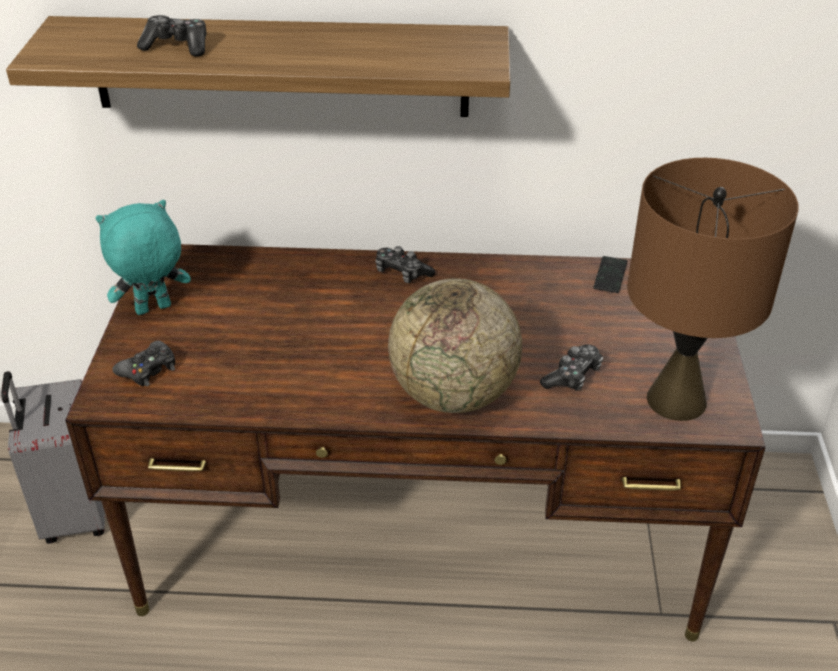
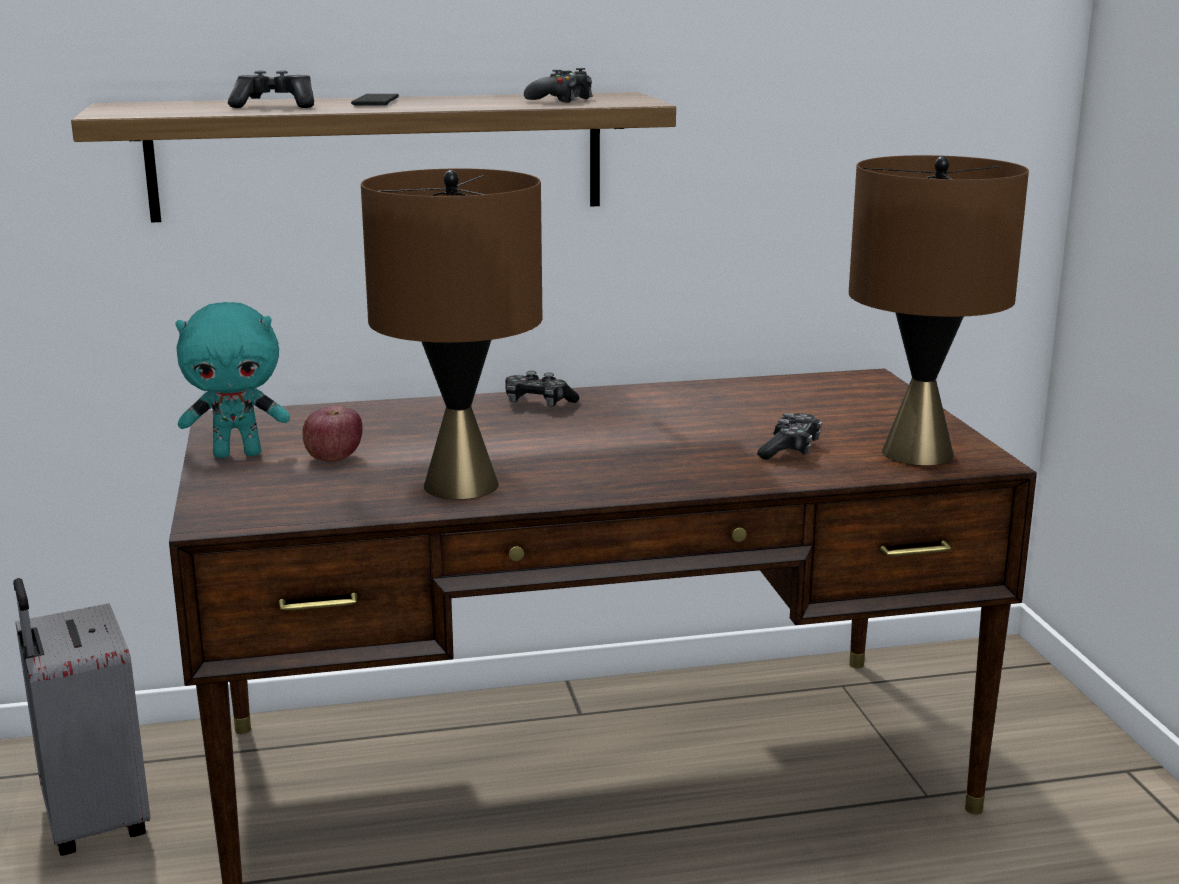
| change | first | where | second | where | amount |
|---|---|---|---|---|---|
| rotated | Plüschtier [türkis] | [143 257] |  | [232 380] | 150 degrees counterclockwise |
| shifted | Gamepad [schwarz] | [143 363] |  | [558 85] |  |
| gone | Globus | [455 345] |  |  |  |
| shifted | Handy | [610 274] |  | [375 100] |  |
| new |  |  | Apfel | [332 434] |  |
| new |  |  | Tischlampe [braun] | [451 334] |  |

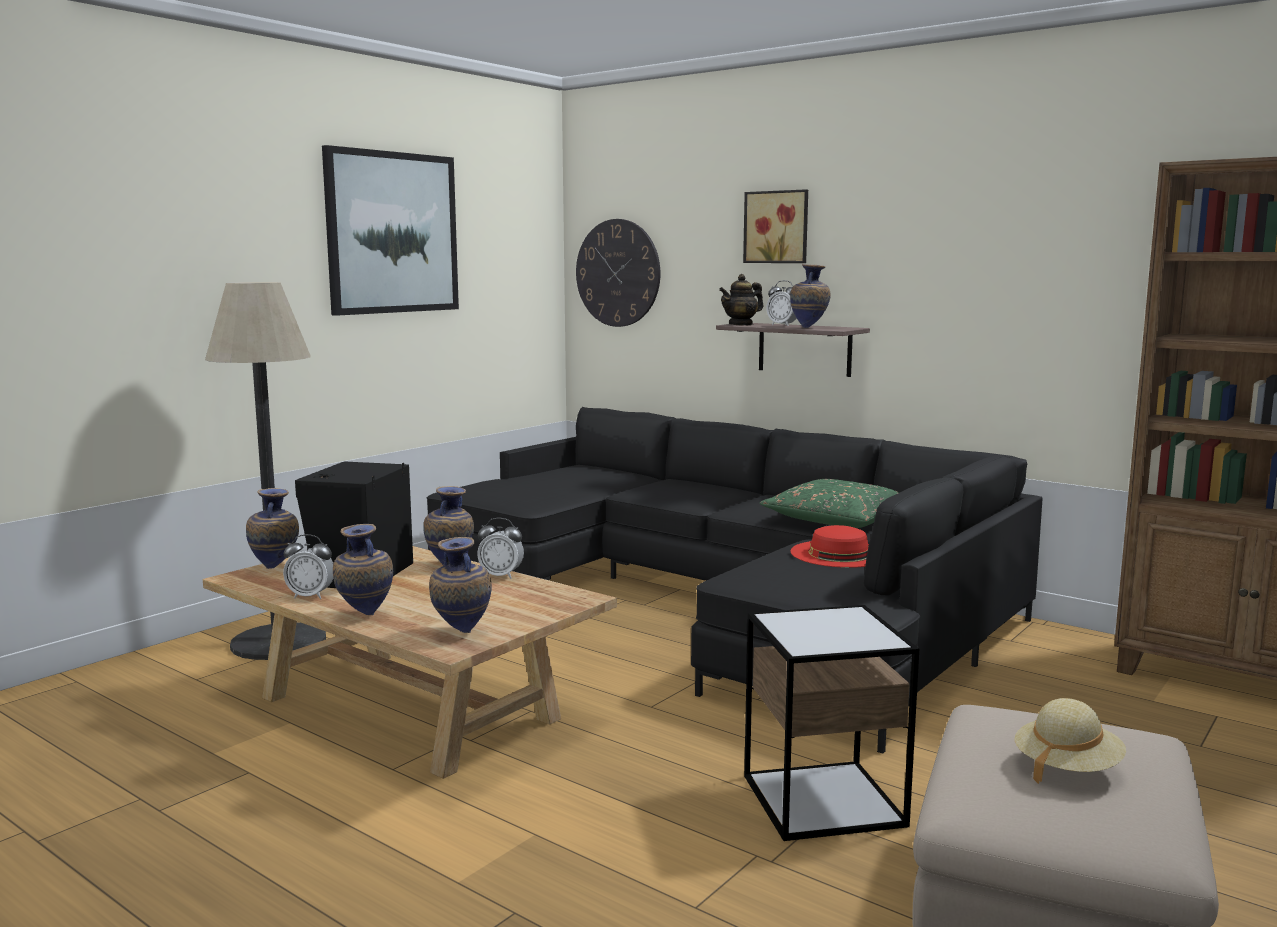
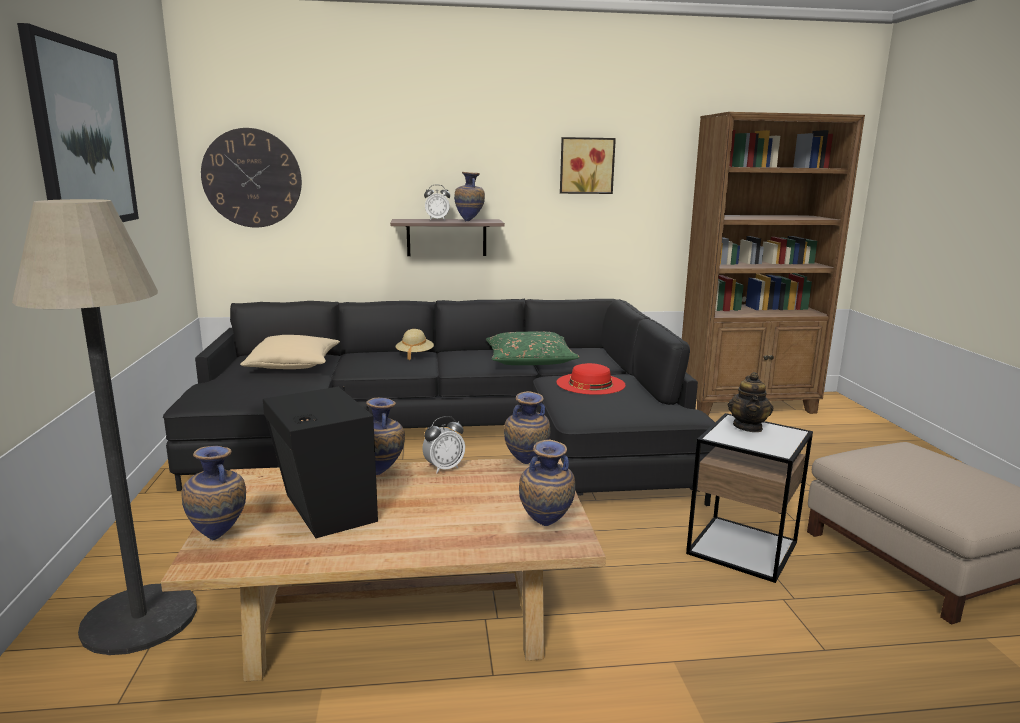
| change | first | where | second | where | amount |
|---|---|---|---|---|---|
| gone | Wecker | [308 566] |  |  |  |
| shifted | Vase | [363 569] |  | [527 427] |  |
| shifted | Teekanne | [741 299] |  | [750 402] |  |
| shifted | Bild | [775 226] |  | [588 165] |  |
| shifted | Hut [beige] | [1070 741] |  | [415 344] |  |
| new |  |  | Kissen [beige] | [290 352] |  |

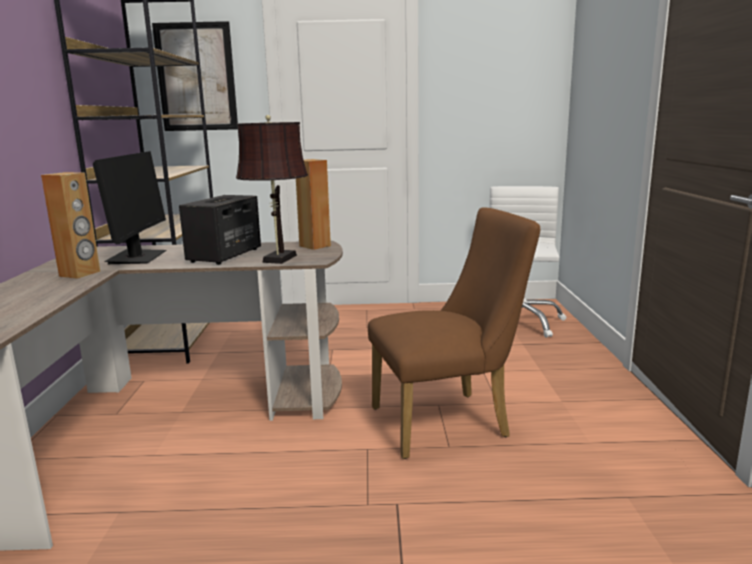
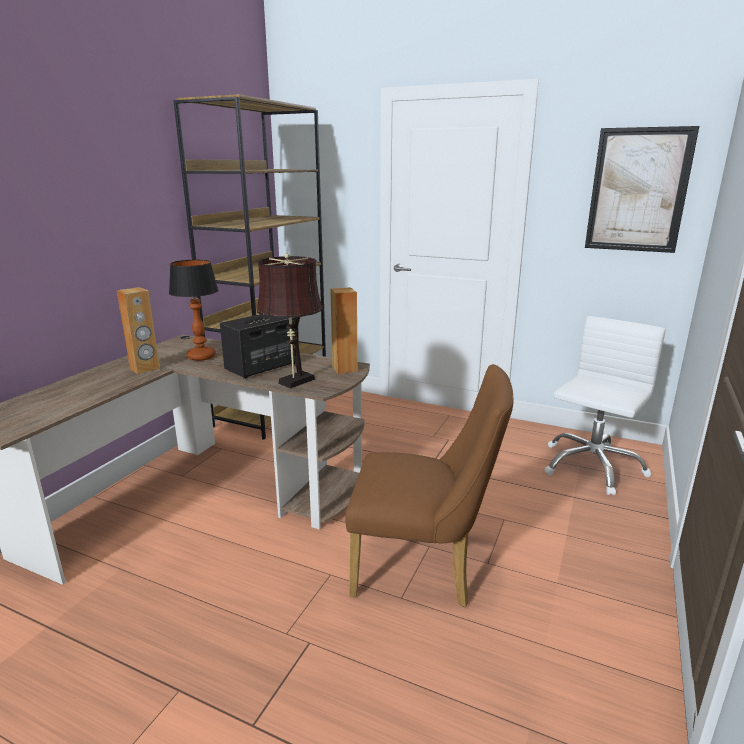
| change | first | where | second | where | amount |
|---|---|---|---|---|---|
| swapped | Monitor | [130 207] | Tischlampe | [193 310] |  |
| shifted | Bild | [195 76] |  | [642 189] |  |

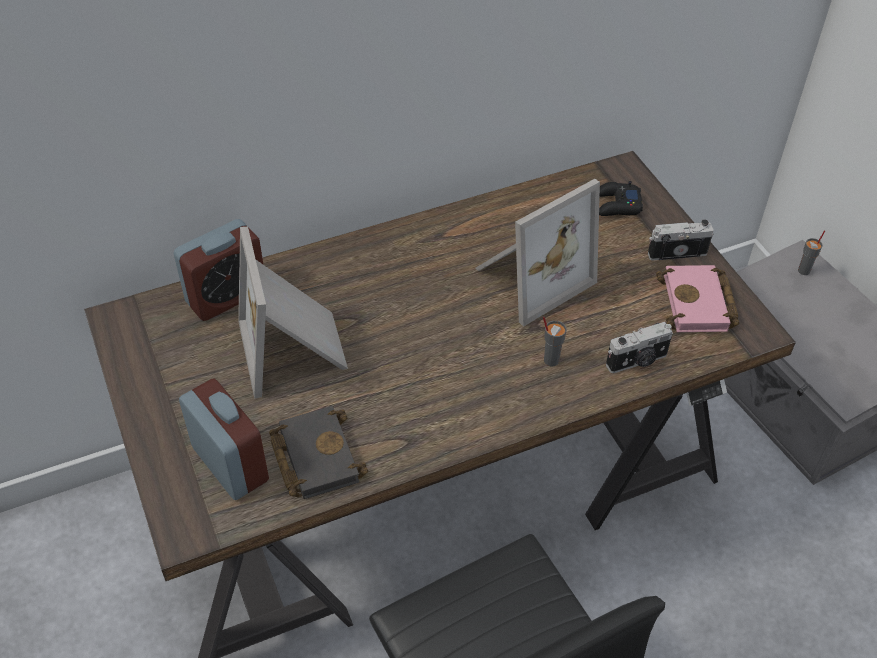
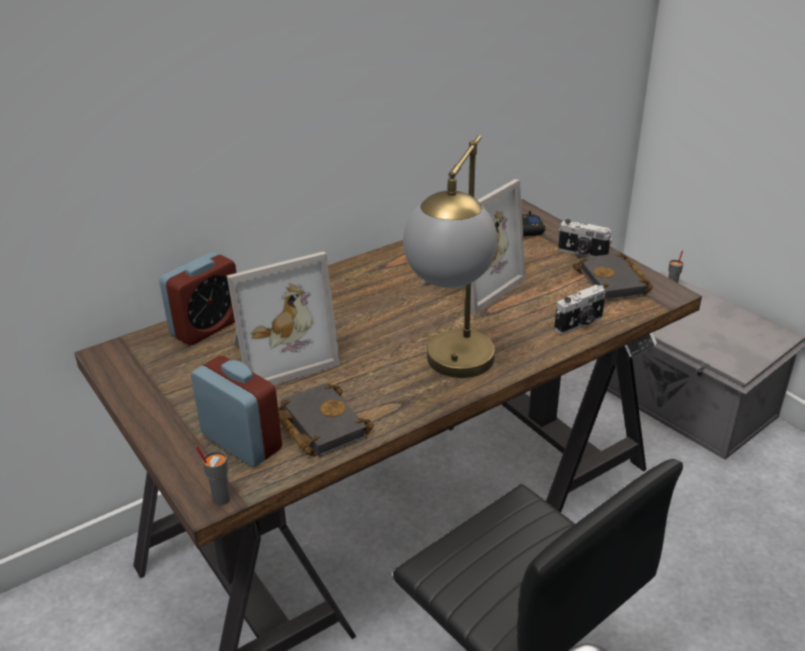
| change | first | where | second | where | amount |
|---|---|---|---|---|---|
| rotated | Bilderrahmen | [293 312] |  | [283 318] | 90 degrees counterclockwise |
| shifted | Tasse [grau] | [555 341] |  | [213 476] |  |
| rotated | Kamera | [681 239] |  | [585 238] | 135 degrees counterclockwise |
| repainted | Buch [rosa] | [697 298] | Buch [schwarz] | [613 277] |  |
| new |  |  | Tischlampe | [450 256] |  |

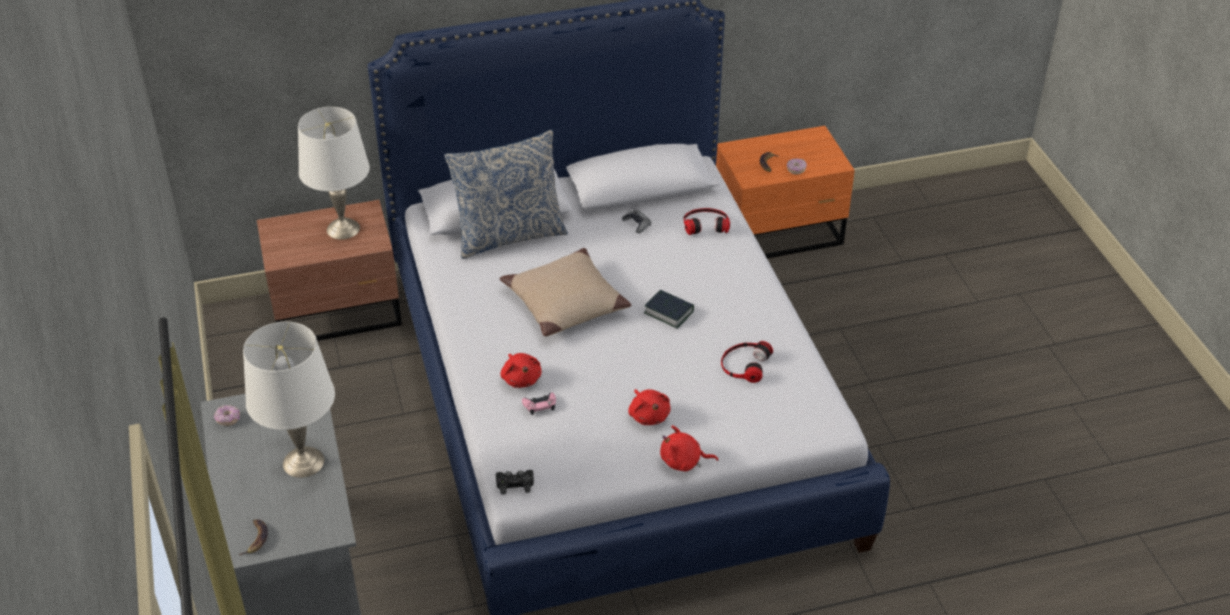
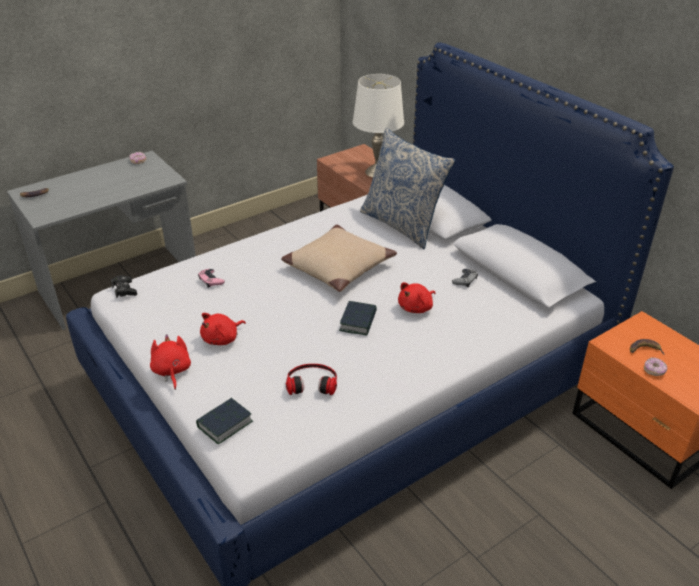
| change | first | where | second | where | amount |
|---|---|---|---|---|---|
| gone | Tischlampe [weiß] | [289 400] |  |  |  |
| shifted | Plüschtier [rot] | [521 370] |  | [416 297] |  |
| gone | Kopfhörer | [707 221] |  |  |  |
| new |  |  | Buch | [224 421] |  |

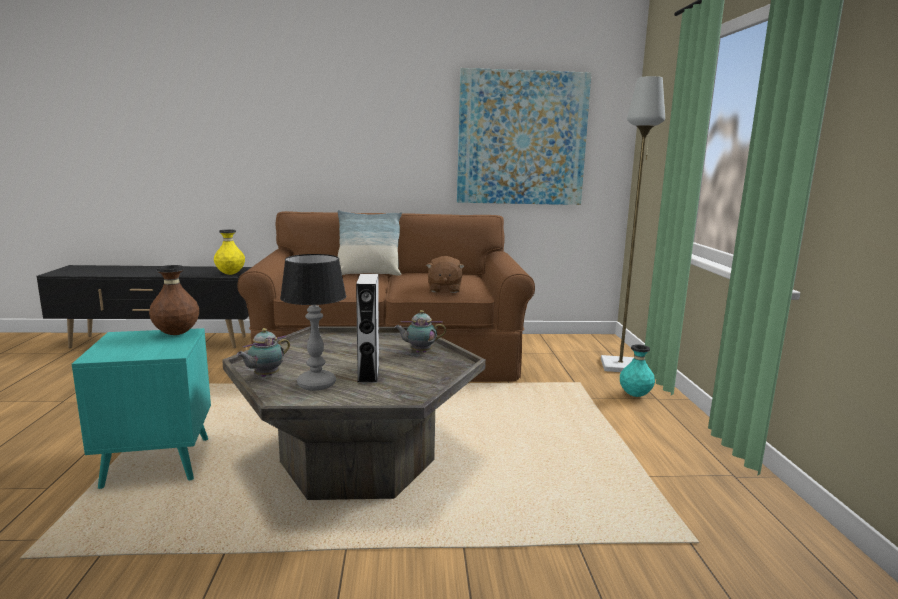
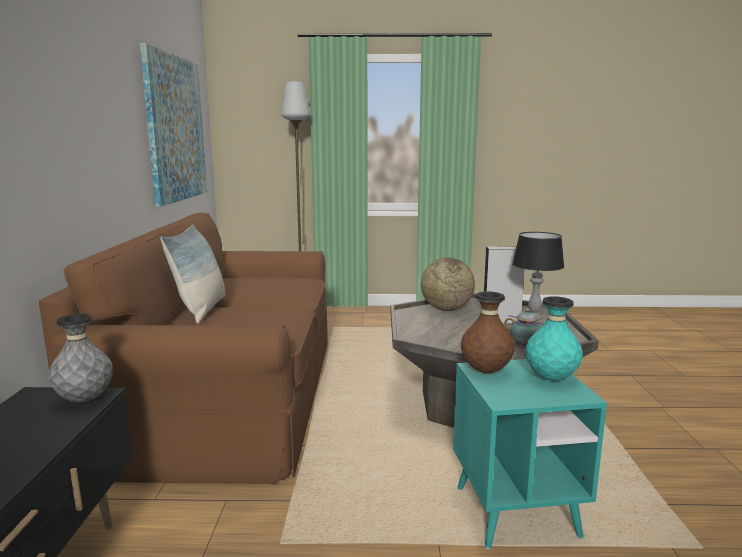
| change | first | where | second | where | amount |
|---|---|---|---|---|---|
| repainted | Vase [gelb] | [229 252] | Vase [grau] | [80 358] |  |
| swapped | Teekanne | [420 331] | Globus | [448 284] |  |
| gone | Plüschtier [braun] | [445 274] |  |  |  |
| shifted | Vase [türkis] | [637 370] |  | [554 338] |  |

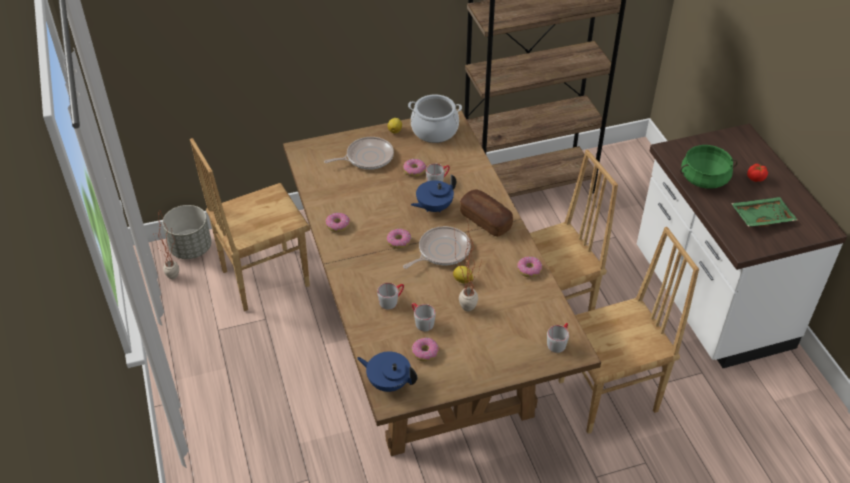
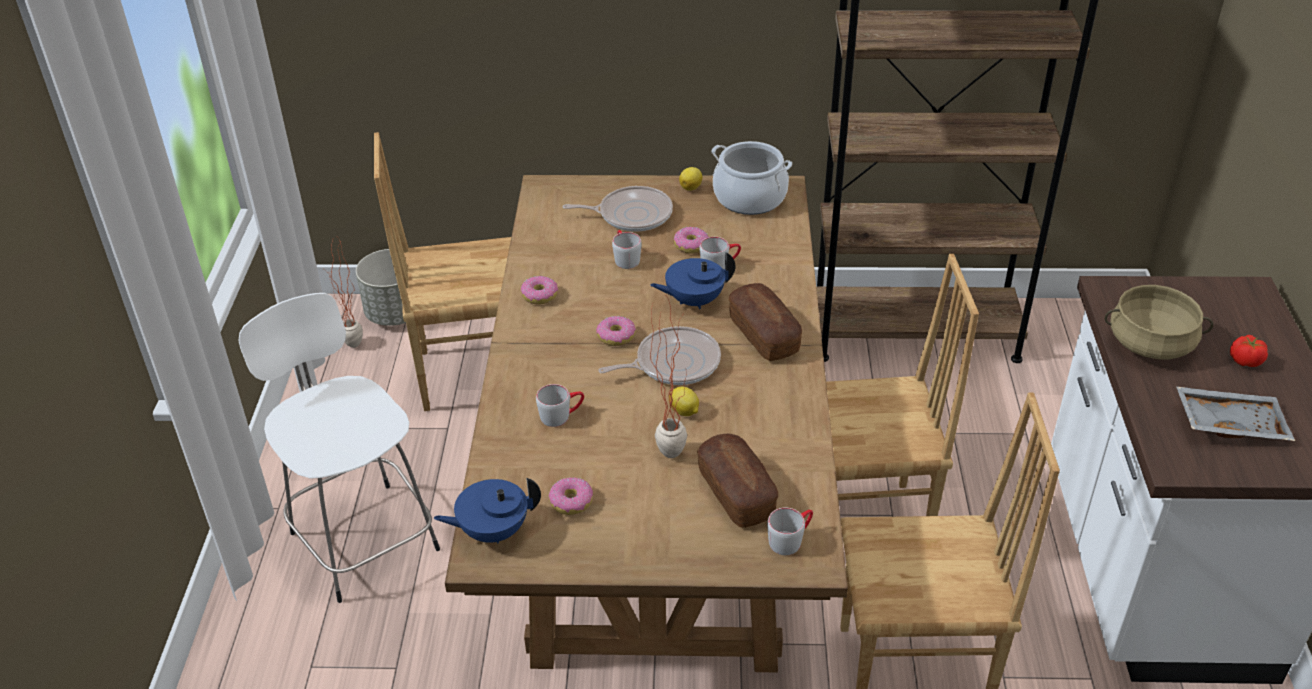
| change | first | where | second | where | amount |
|---|---|---|---|---|---|
| rotated | Teekanne [blau] | [387 372] |  | [487 511] | 60 degrees counterclockwise |
| shifted | Henkelbecher [grau] | [424 317] |  | [627 249] |  |
| gone | Donut | [529 266] |  |  |  |
| repainted | Kochtopf [grün] | [709 167] | Kochtopf [beige] | [1159 322] |  |
| repainted | Tablett [grün] | [764 212] | Tablett [grau] | [1235 413] |  |
| new |  |  | Hocker [weiß] | [339 448] |  |
| new |  |  | Brot | [737 481] |  |

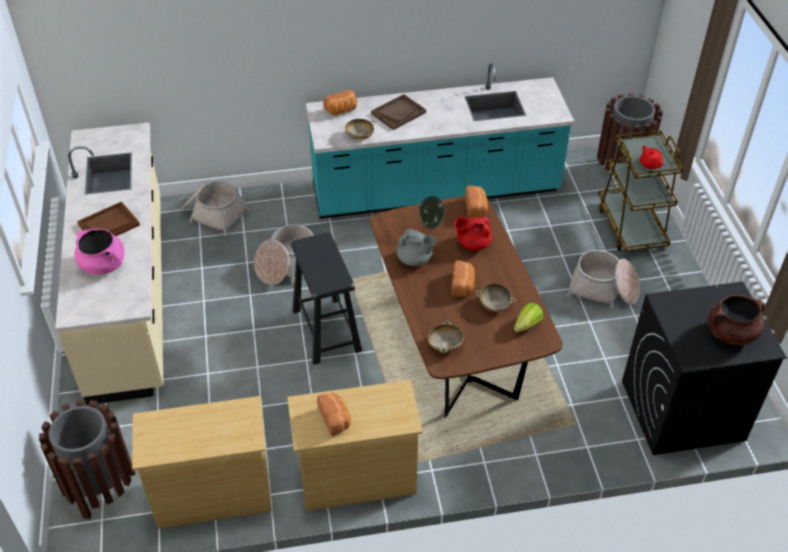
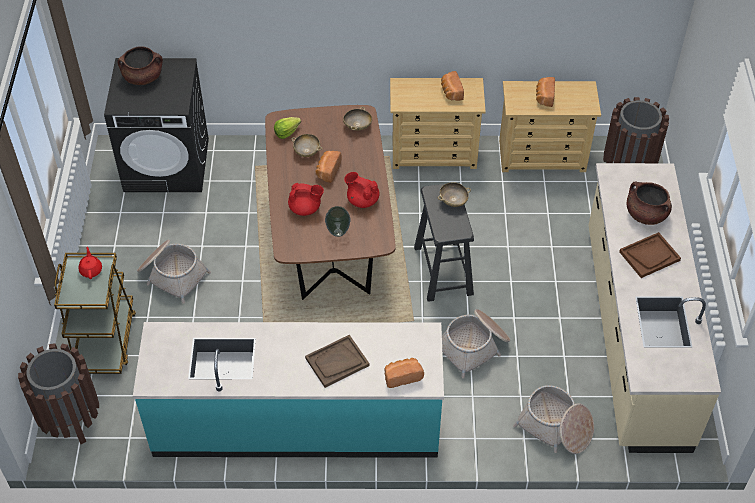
| change | first | where | second | where | amount |
|---|---|---|---|---|---|
| repainted | Kochtopf [rosa] | [99 251] | Kochtopf [braun] | [649 203] |  |
| shifted | Schüssel [beige] | [359 129] |  | [454 194] |  |
| repainted | Teekanne [grau] | [416 247] | Teekanne [rot] | [361 190] |  |
| shifted | Brot | [476 202] |  | [545 92] |  |

